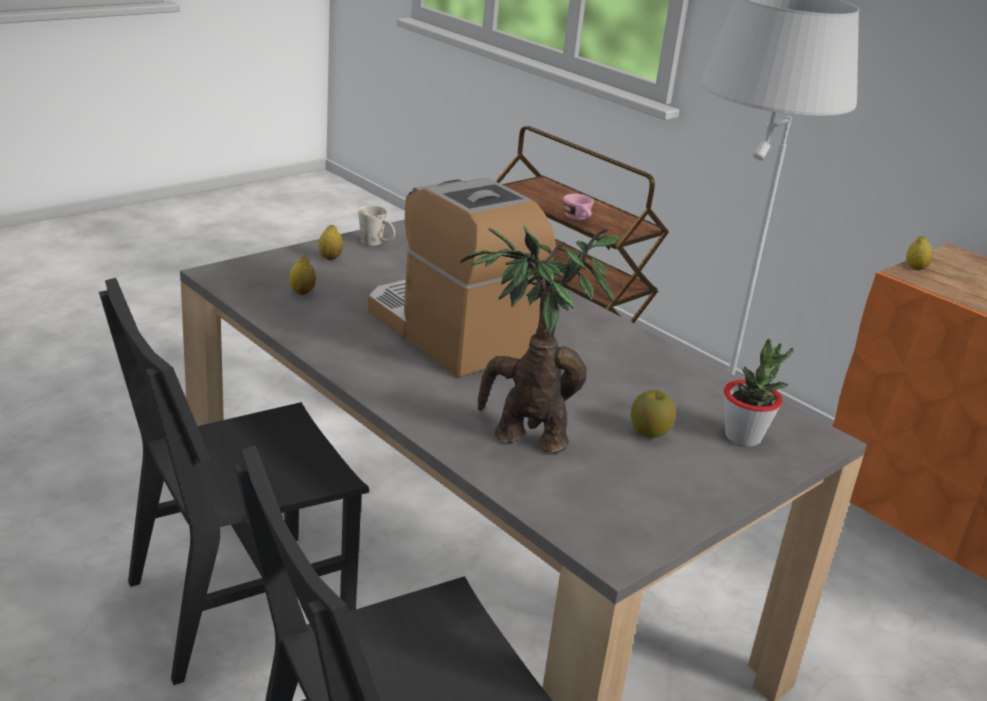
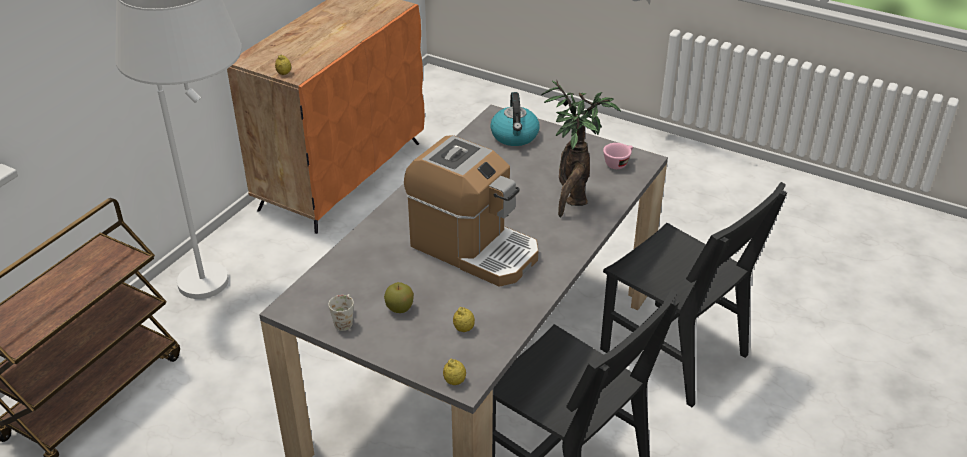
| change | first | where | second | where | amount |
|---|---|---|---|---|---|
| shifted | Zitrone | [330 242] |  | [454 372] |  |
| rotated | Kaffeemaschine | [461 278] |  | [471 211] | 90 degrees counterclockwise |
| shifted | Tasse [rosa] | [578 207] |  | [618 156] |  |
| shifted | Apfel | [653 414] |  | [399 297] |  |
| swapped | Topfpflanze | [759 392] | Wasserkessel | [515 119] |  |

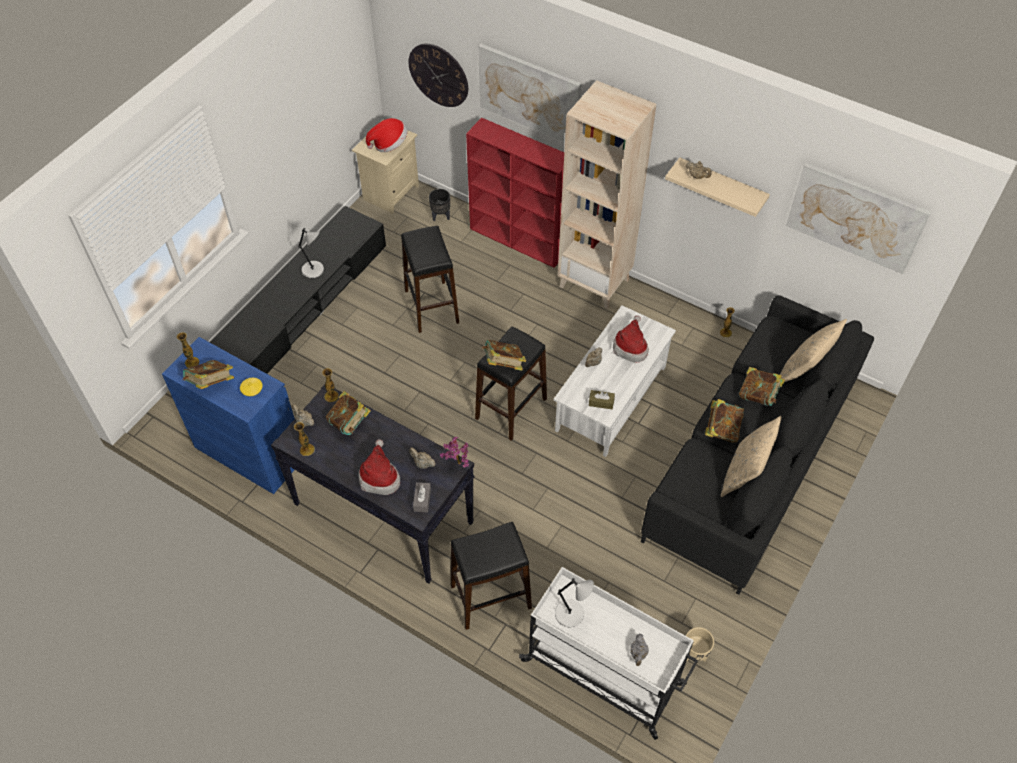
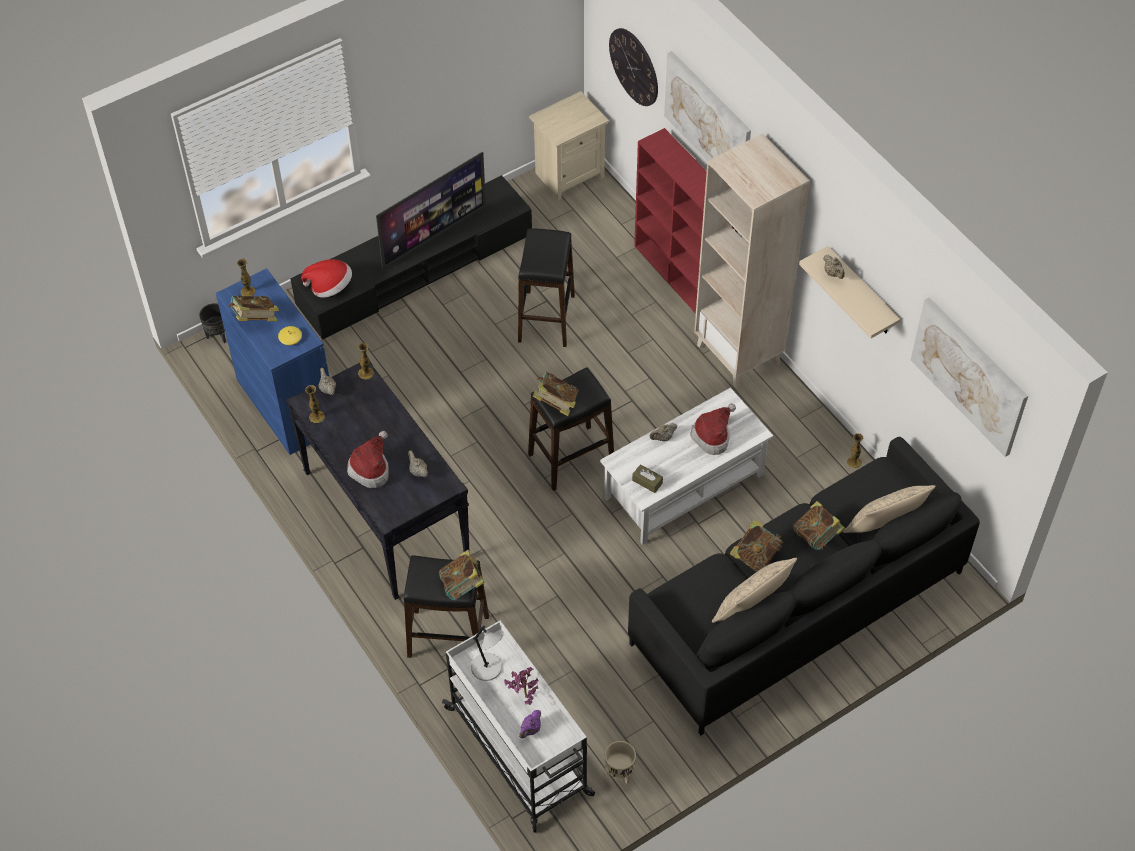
| change | first | where | second | where | amount |
|---|---|---|---|---|---|
| swapped | Tischlampe [grau] | [311 253] | Fernseher | [431 210] |  |
| shifted | Buch | [348 413] |  | [462 575] |  |
| shifted | Hut | [387 135] |  | [326 278] |  |
| gone | Taschentuchbox [grau] | [422 497] |  |  |  |
| shifted | Pflanzkübel [schwarz] | [439 205] |  | [212 323] |  |
| shifted | Topfpflanze | [454 452] |  | [521 686] |  |
| repainted | Teekanne [grau] | [639 650] | Teekanne [lila] | [530 724] |  |

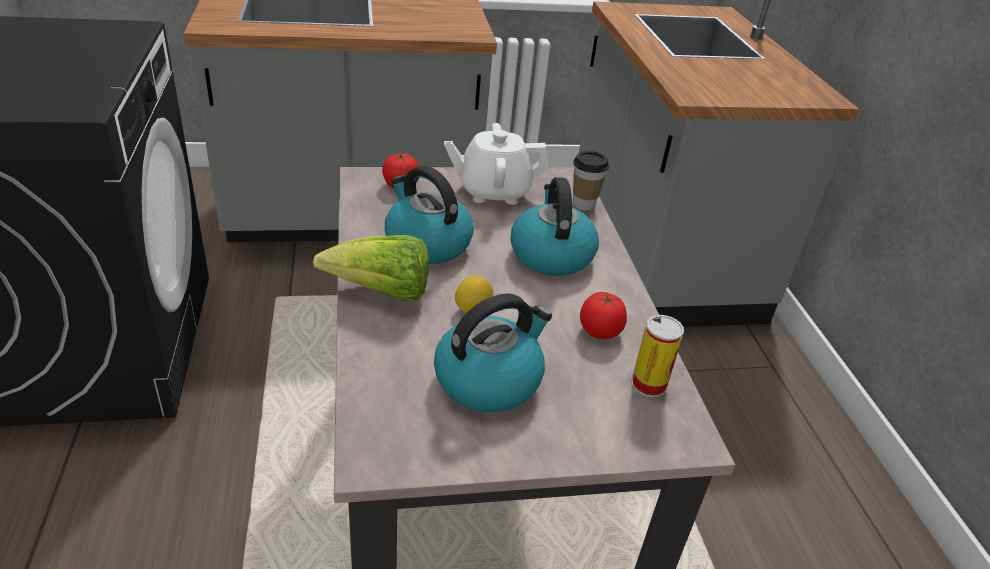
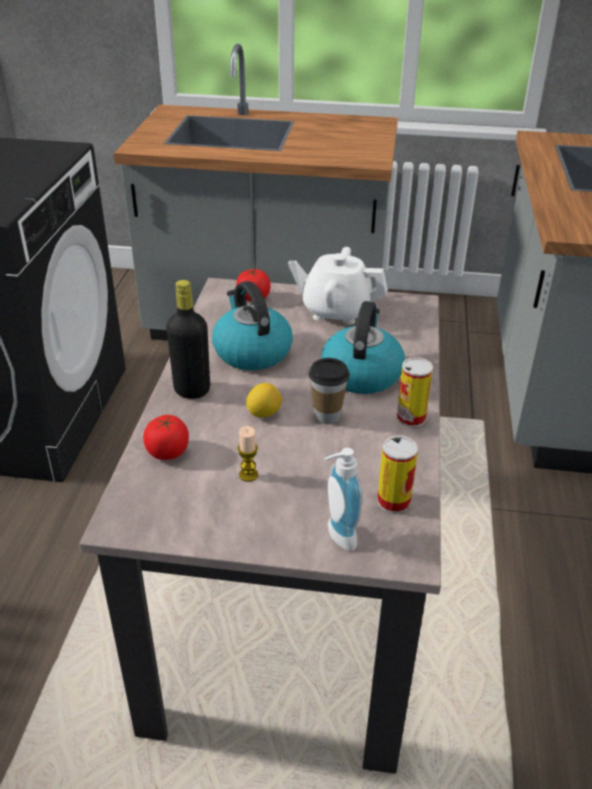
| change | first | where | second | where | amount |
|---|---|---|---|---|---|
| swapped | Salatkopf | [371 268] | Flasche [schwarz] | [188 339] |  |
| swapped | Wasserkessel | [493 353] | Kerze | [248 454] |  |
| shifted | Tasse | [591 181] |  | [329 391] |  |
| shifted | Tomate | [603 315] |  | [166 437] |  |
| new |  |  | Seifenspender | [343 499] |  |
| new |  |  | Dose | [414 392] |  |

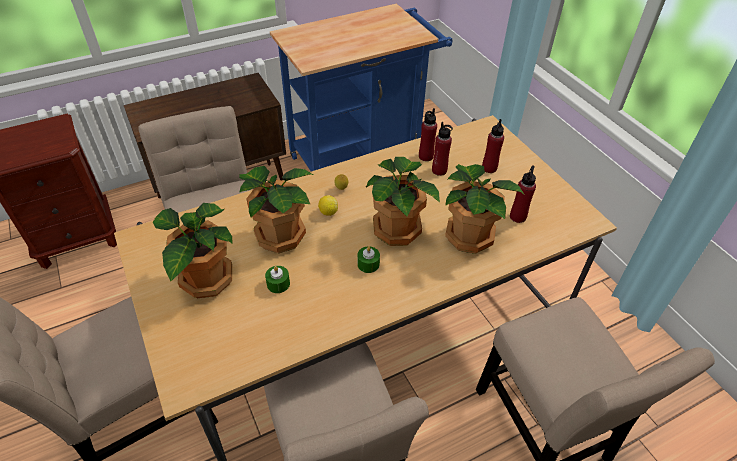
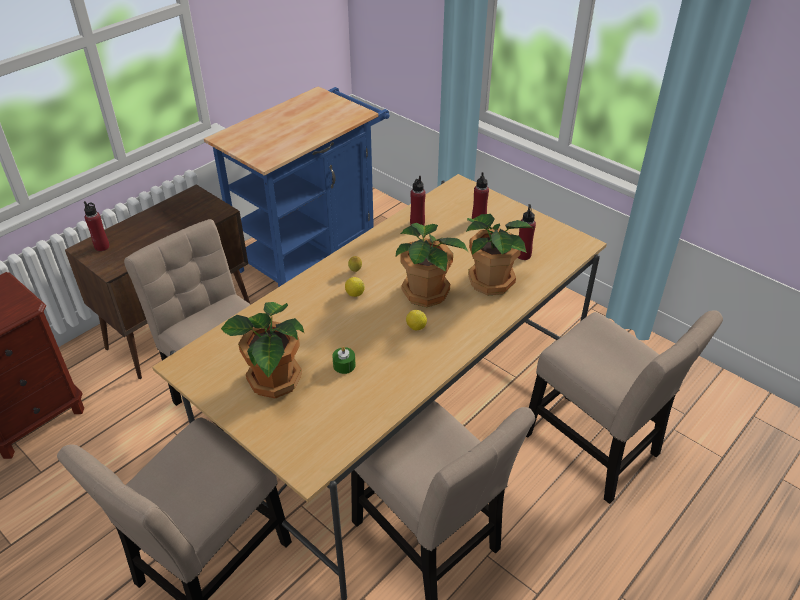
| change | first | where | second | where | amount |
|---|---|---|---|---|---|
| gone | Topfpflanze | [276 209] |  |  |  |
| swapped | Kerze [grün] | [368 259] | Zitrone | [416 320] |  |
| shifted | Flasche [rot] | [442 149] |  | [97 226] |  |

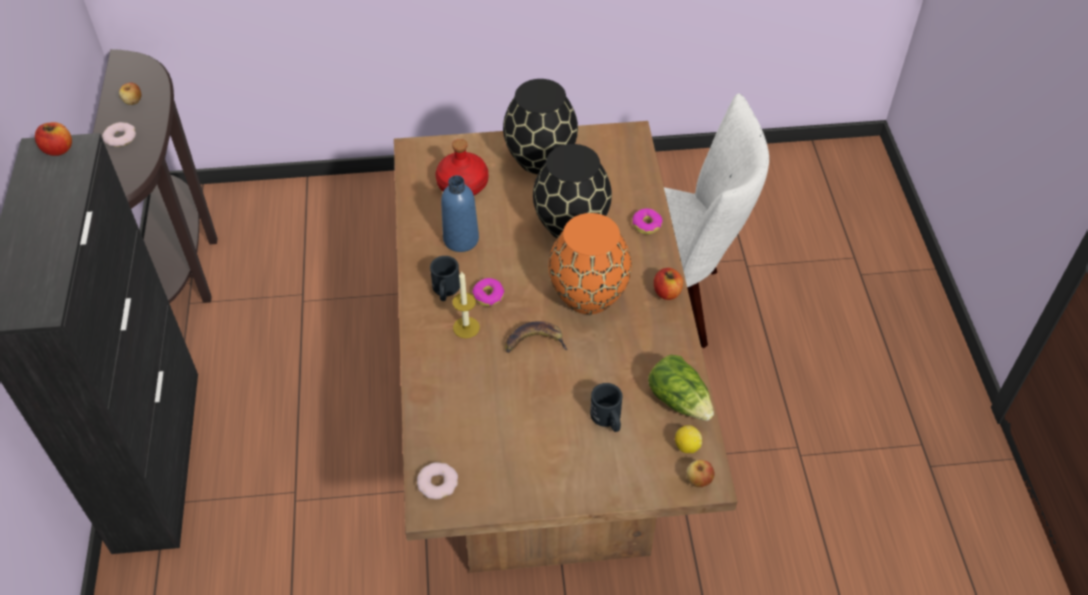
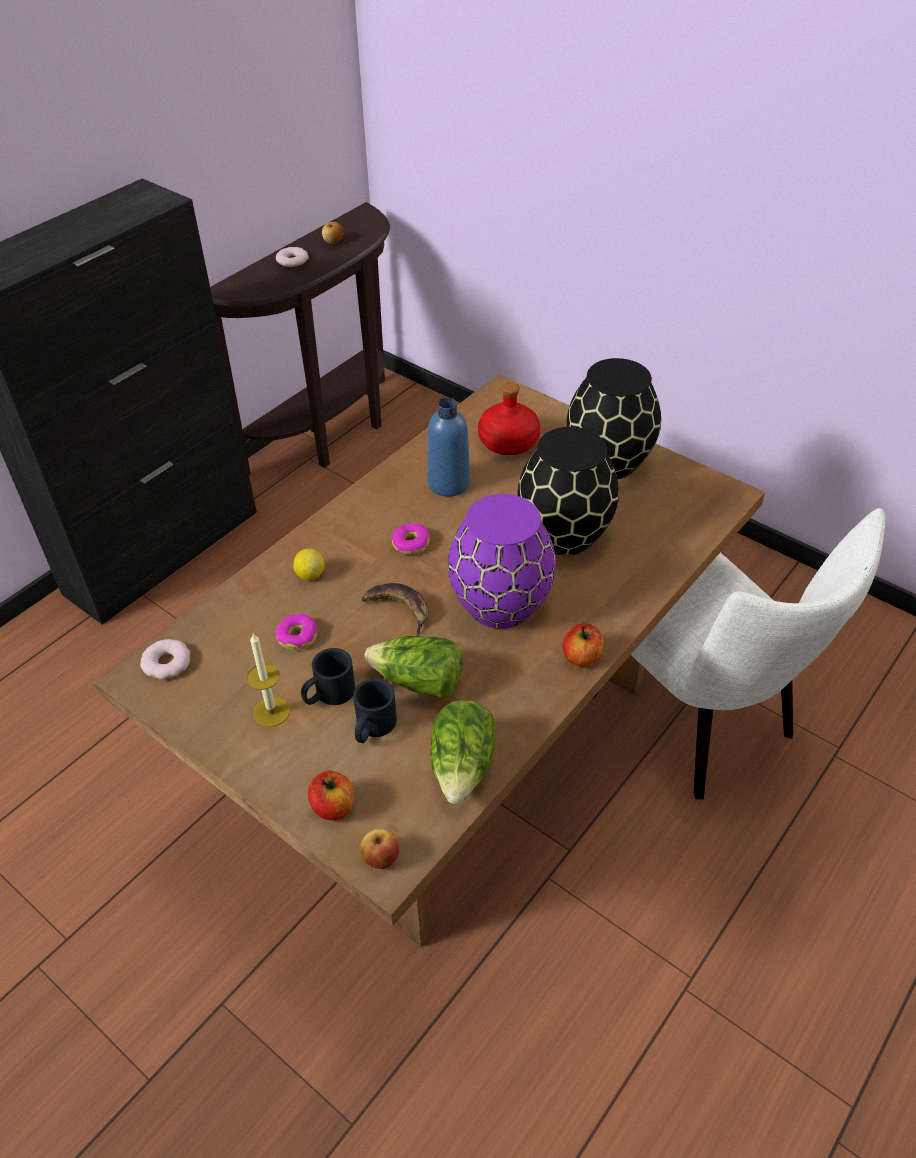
| change | first | where | second | where | amount |
|---|---|---|---|---|---|
| shifted | Apfel | [53 139] |  | [331 795] |  |
| shifted | Henkelbecher [schwarz] | [445 278] |  | [328 676] |  |
| shifted | Kerze | [466 304] |  | [268 680] |  |
| repainted | Vase [orange] | [590 263] | Vase [lila] | [502 561] |  |
| shifted | Donut | [647 221] |  | [296 632] |  |
| shifted | Zitrone | [688 439] |  | [309 564] |  |
| new |  |  | Salatkopf | [413 667] |  |

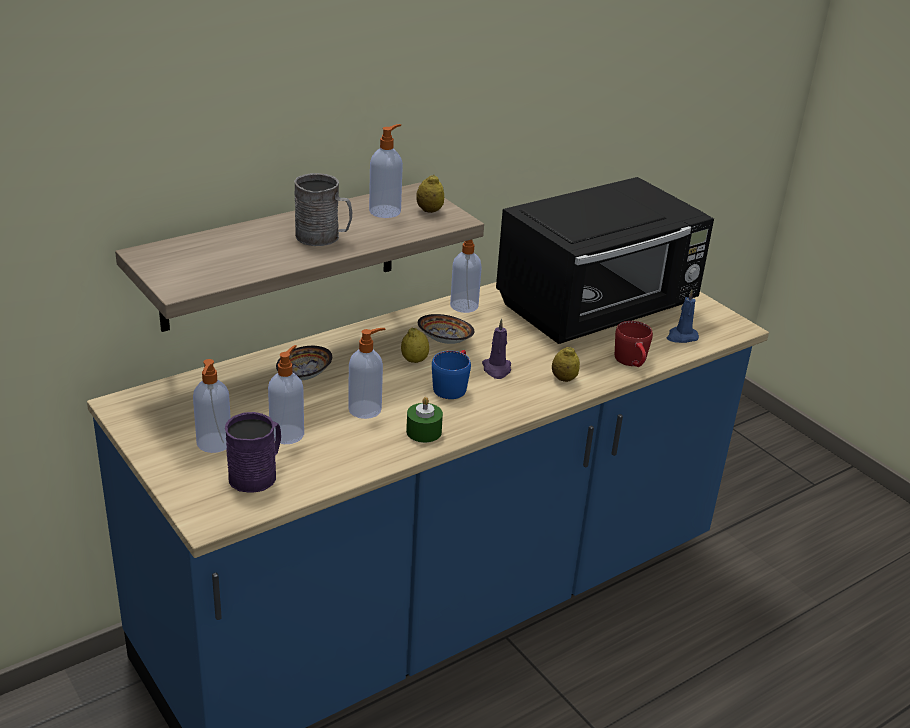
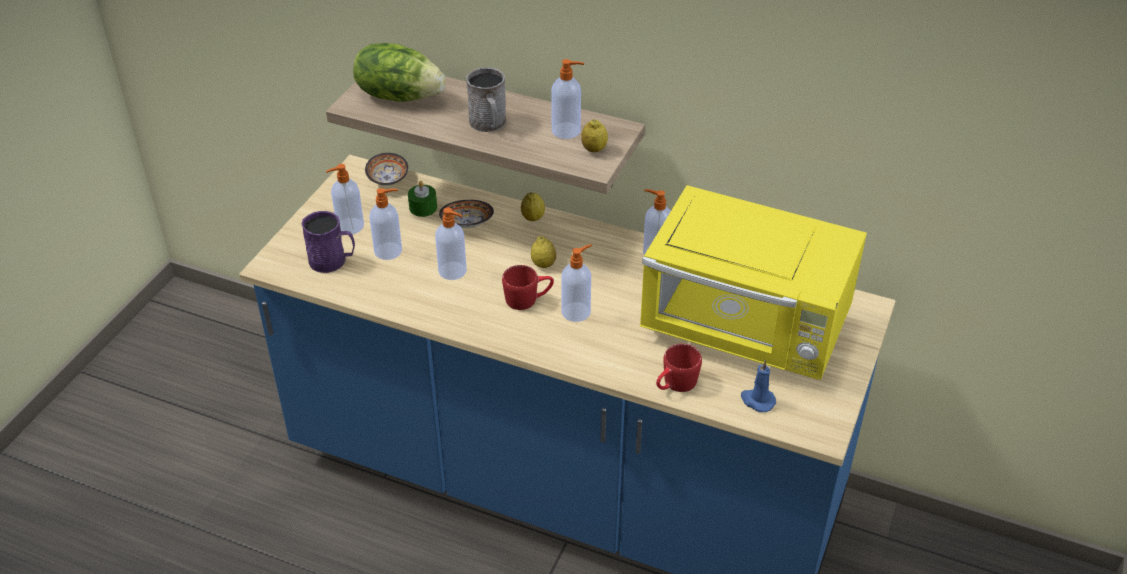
| change | first | where | second | where | amount |
|---|---|---|---|---|---|
| shifted | Kerze [grün] | [424 420] |  | [422 199] |  |
| shifted | Schüssel | [446 329] |  | [386 169] |  |
| repainted | Henkelbecher [blau] | [451 374] | Henkelbecher [rot] | [528 287] |  |
| swapped | Kerze [lila] | [496 348] | Seifenspender | [577 283] |  |
| repainted | Mikrowelle [schwarz] | [605 260] | Mikrowelle [gelb] | [753 282] |  |
| shifted | Zitrone | [566 364] |  | [533 206] |  |
| new |  |  | Salatkopf | [399 72] |  |

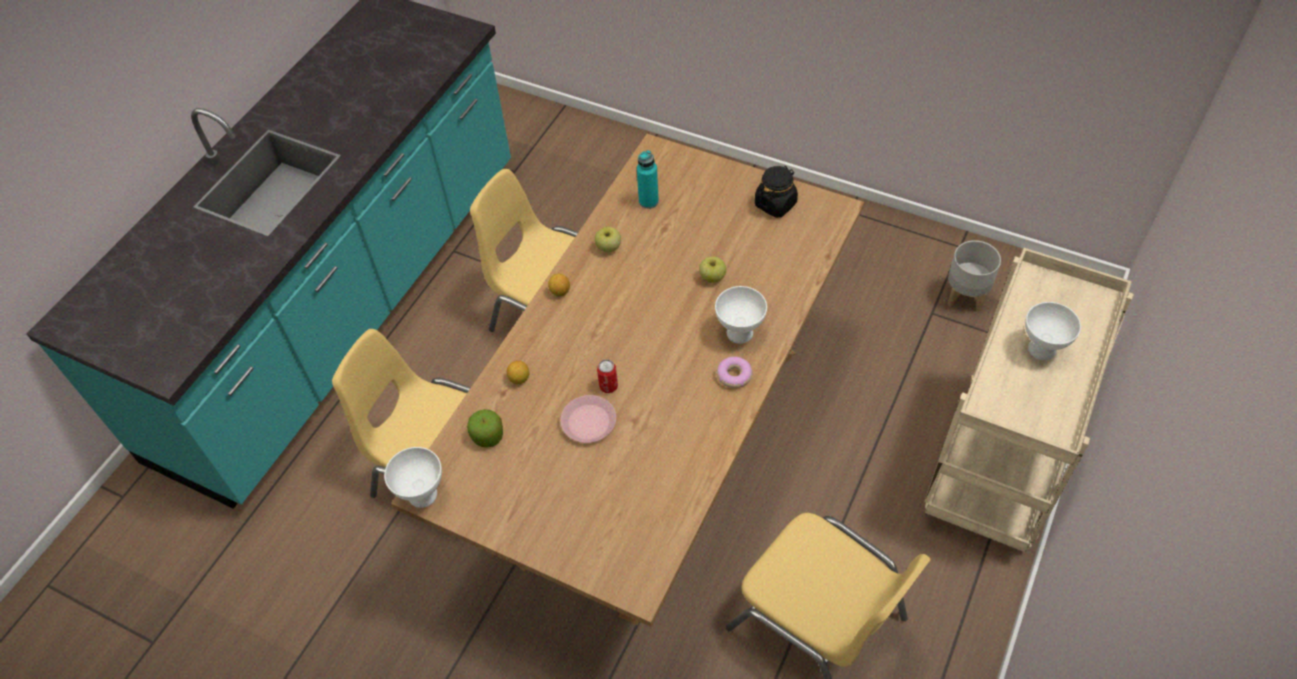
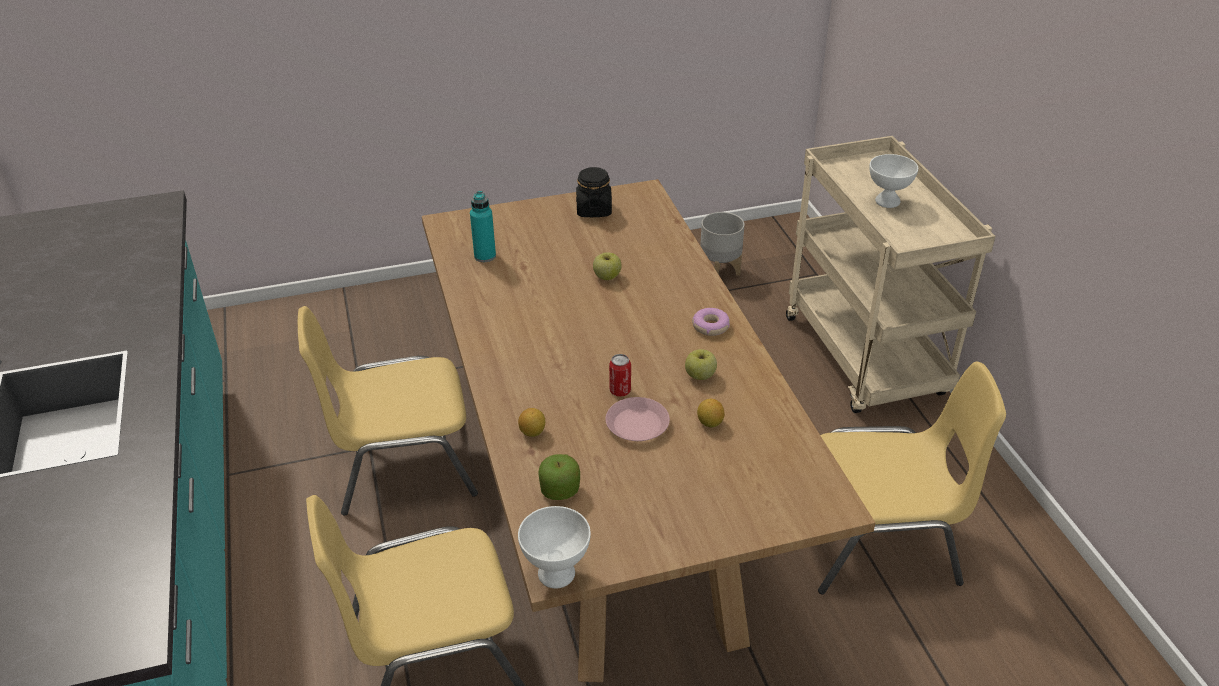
| change | first | where | second | where | amount |
|---|---|---|---|---|---|
| shifted | Zitrone | [559 285] |  | [711 413] |  |
| shifted | Apfel | [608 239] |  | [701 364] |  |
| gone | Schüssel [weiß] | [741 315] |  |  |  |

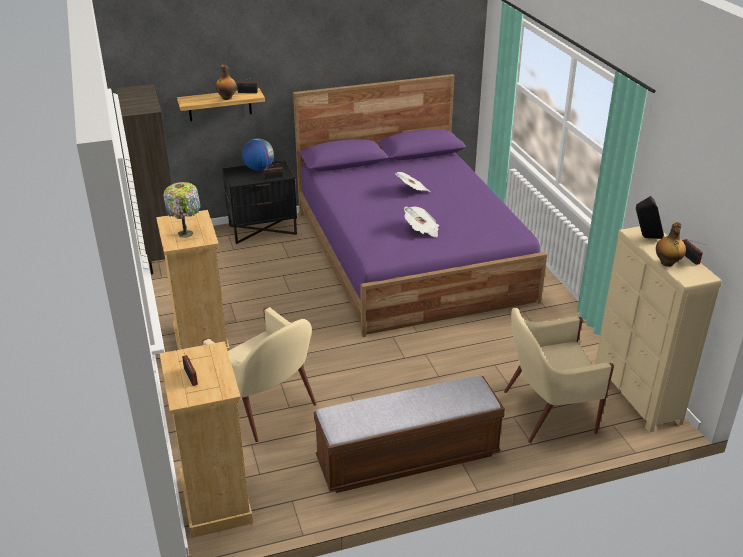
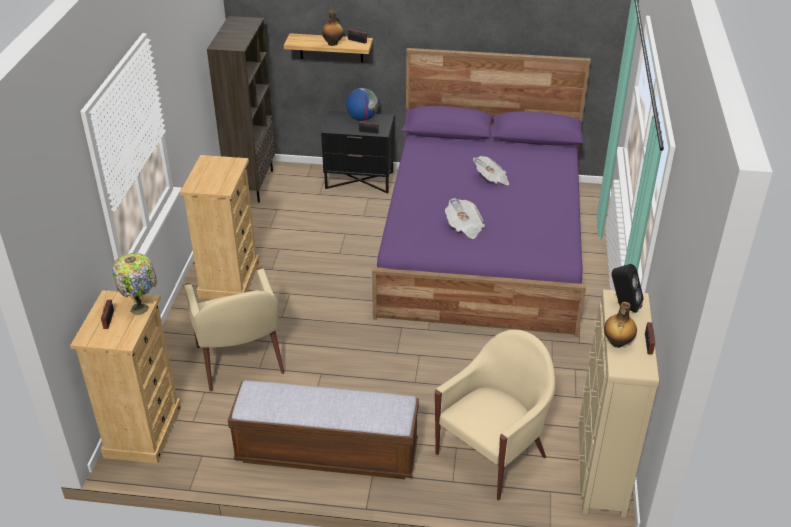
| change | first | where | second | where | amount |
|---|---|---|---|---|---|
| shifted | Tischlampe | [181 210] |  | [134 284] |  |
| rotated | Sessel [beige] | [559 375] |  | [495 415] | 120 degrees clockwise |

